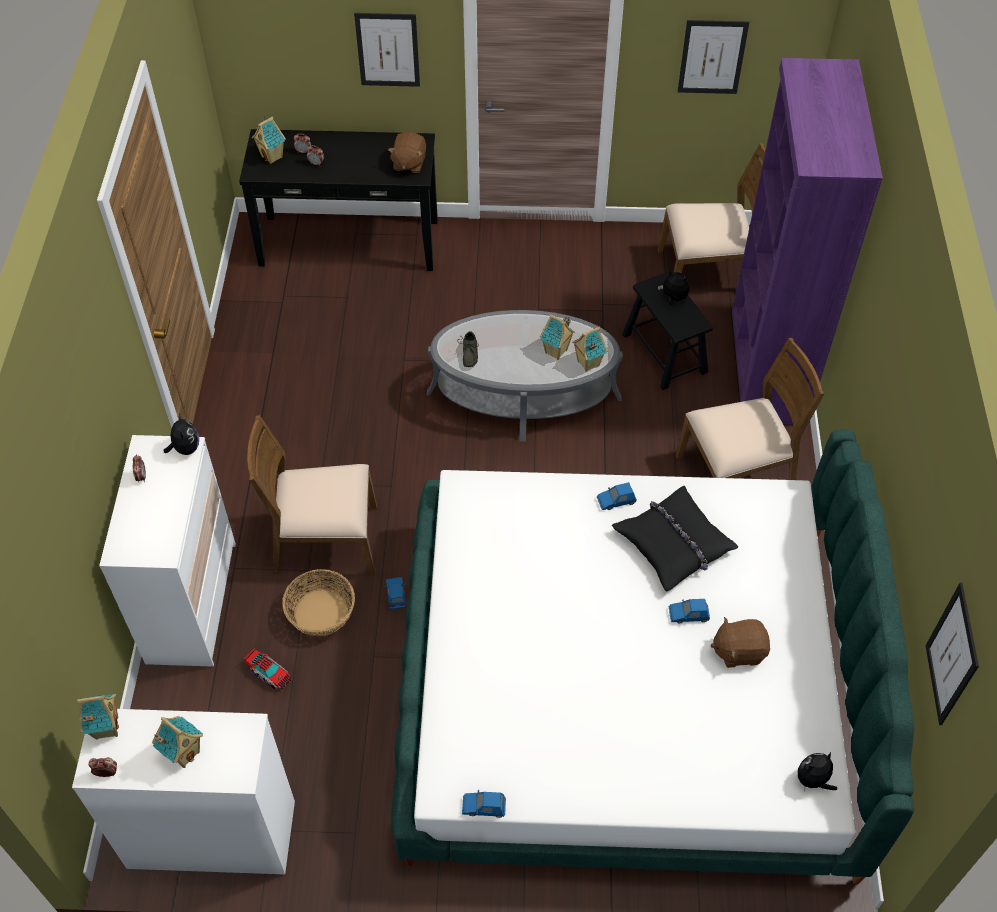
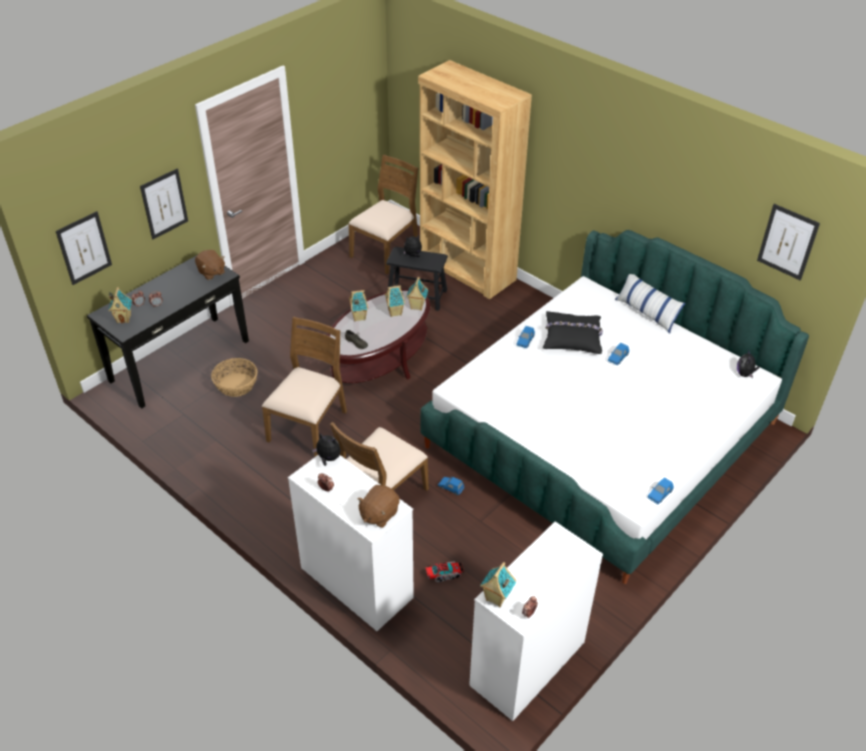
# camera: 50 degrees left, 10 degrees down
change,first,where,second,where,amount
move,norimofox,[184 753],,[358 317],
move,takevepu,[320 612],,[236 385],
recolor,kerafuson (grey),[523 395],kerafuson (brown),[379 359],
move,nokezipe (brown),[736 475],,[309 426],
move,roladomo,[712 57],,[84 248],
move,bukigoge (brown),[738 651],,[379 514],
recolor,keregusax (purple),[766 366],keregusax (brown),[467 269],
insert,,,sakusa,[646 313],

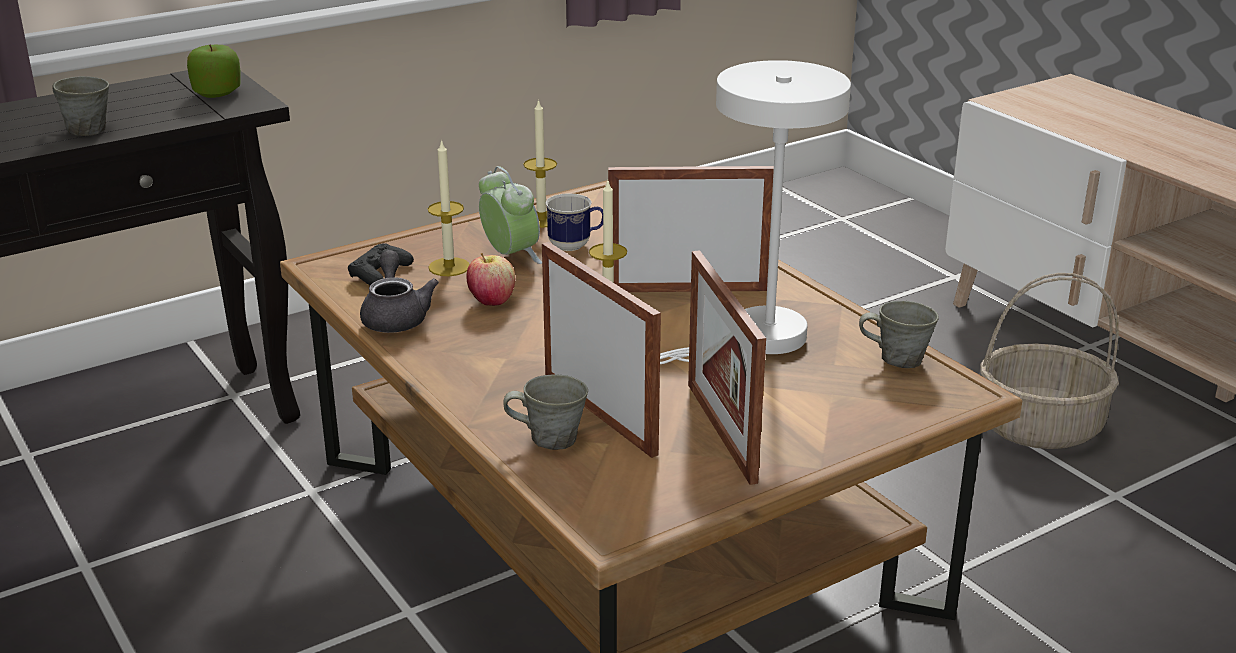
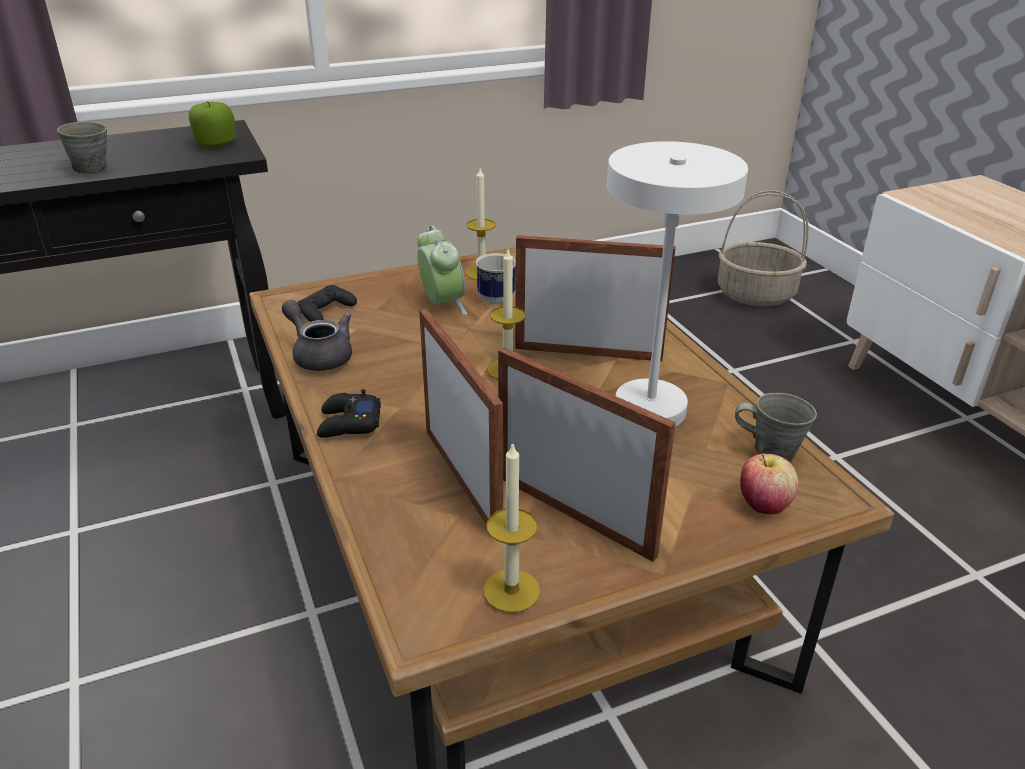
# camera: 10 degrees right, 5 degrees up
change,first,where,second,where,amount
rotate,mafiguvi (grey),[395 316],,[319 355],45 degrees counterclockwise
move,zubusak,[449 267],,[511 591],
move,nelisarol,[492 301],,[763 505],
delete,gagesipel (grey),[550 439],,,
rotate,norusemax,[721 431],,[573 515],135 degrees clockwise
move,takevepu,[1040 427],,[756 294],
insert,,,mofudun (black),[349 423],

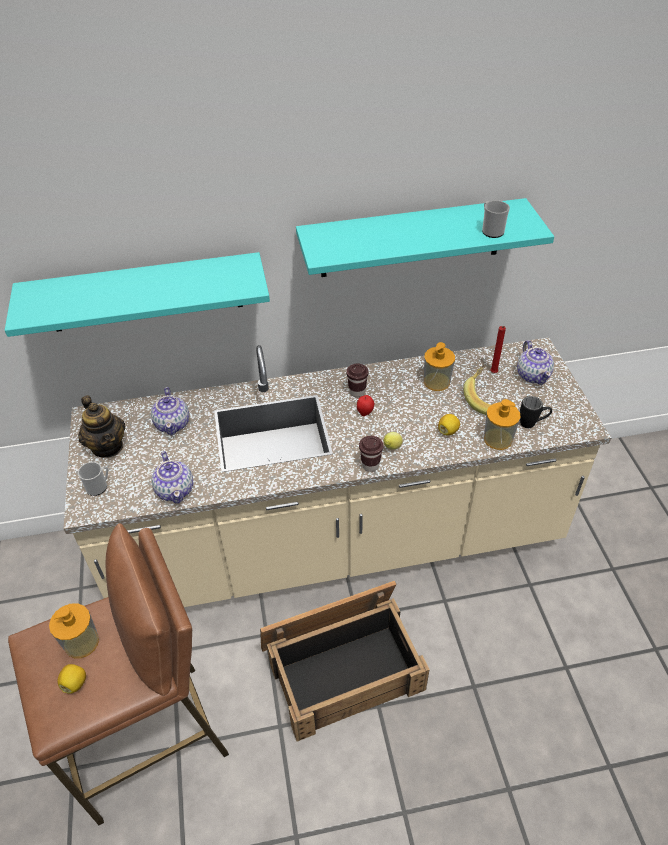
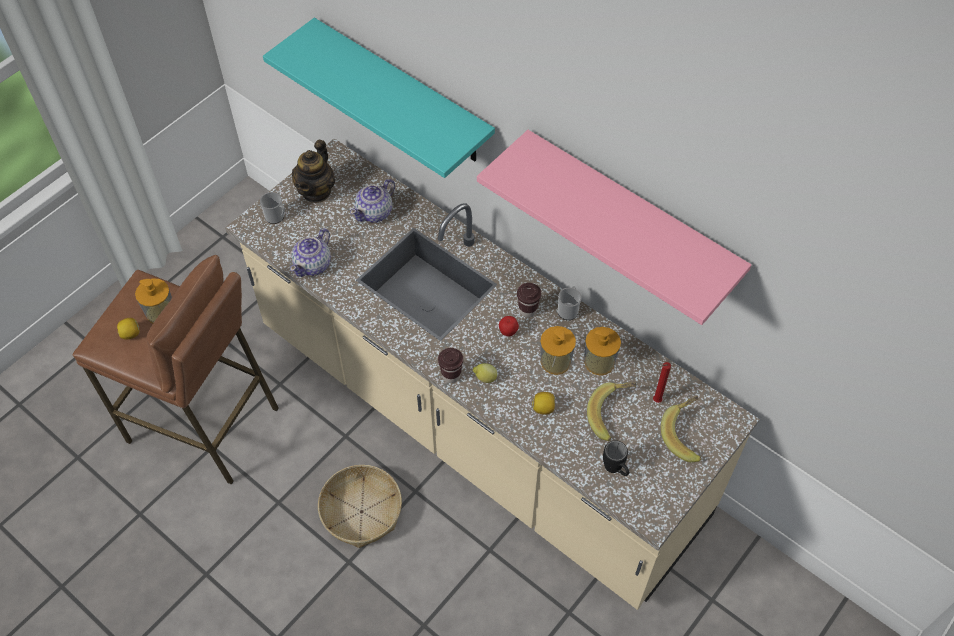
# camera: 50 degrees right, 10 degrees up
change,first,where,second,where,amount
replace,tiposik,[342 666],takevepu,[362 511],
recolor,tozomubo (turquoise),[411 238],tozomubo (pink),[630 216],
move,gagesipel,[491 230],,[568 309],
move,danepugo,[498 439],,[555 361],
replace,mafiguvi,[533 375],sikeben,[686 435],

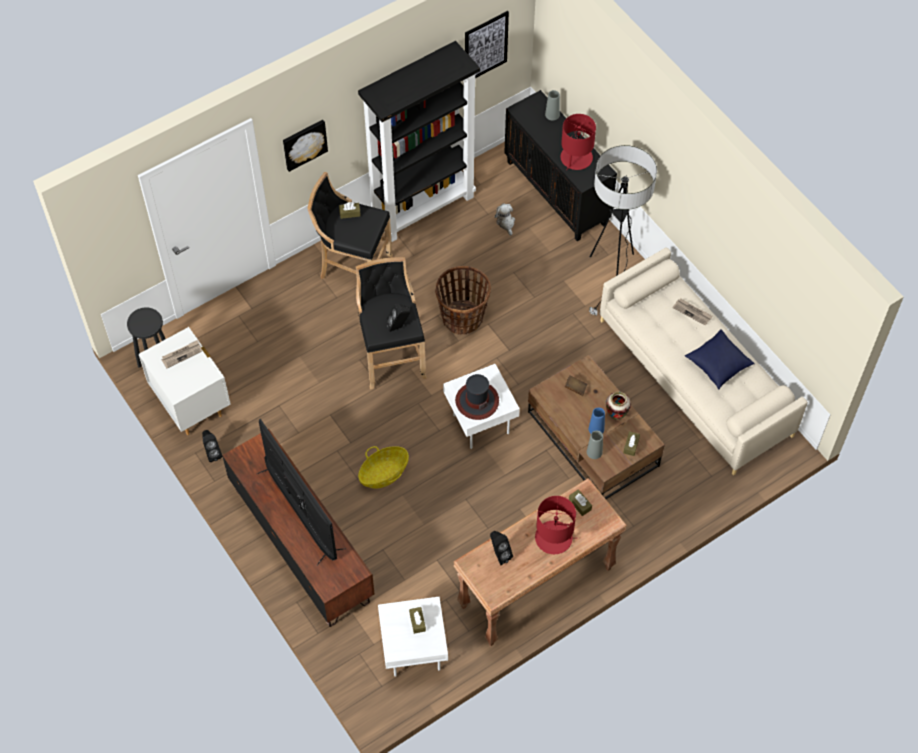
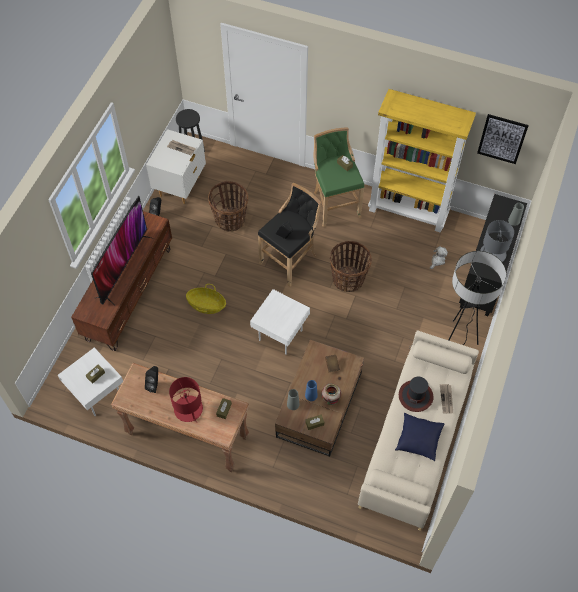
# camera: 55 degrees right, 0 degrees up
change,first,where,second,where,amount
delete,roladomo,[304 144],,,
recolor,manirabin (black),[353 268],manirabin (green),[334 204],
recolor,keregusax (black),[423 208],keregusax (yellow),[409 212],
move,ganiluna,[477 401],,[415 396],
recolor,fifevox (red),[576 158],fifevox (grey),[492 253],
insert,,,takevepu,[230 220],

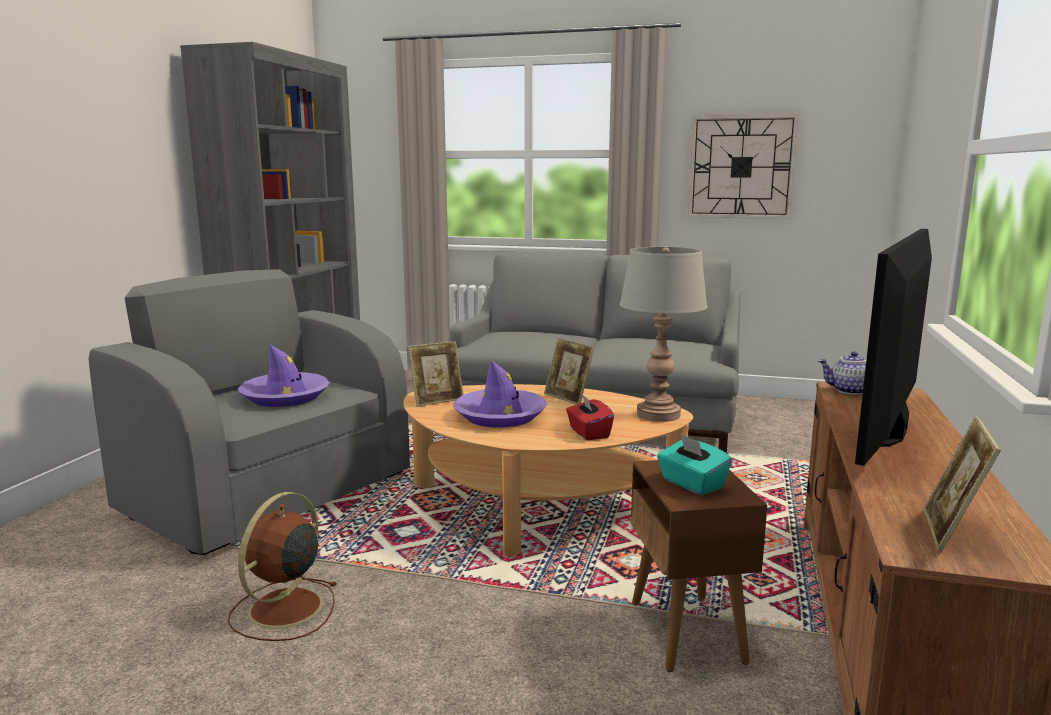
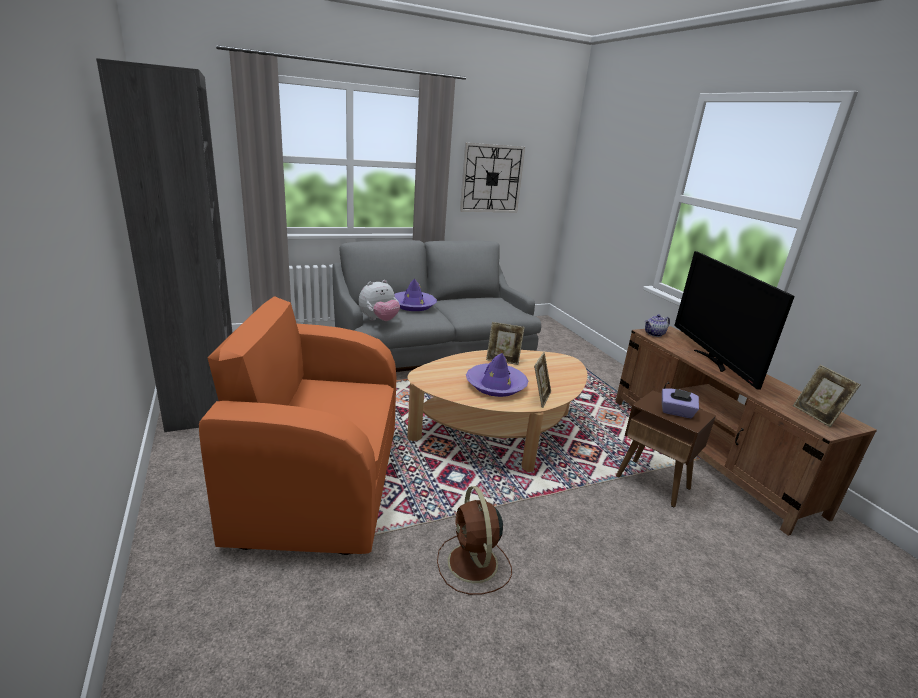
# camera: 40 degrees left, 10 degrees up
change,first,where,second,where,amount
recolor,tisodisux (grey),[270 493],tisodisux (orange),[318 481],
move,ganiluna (purple),[285 397],,[413 305],
move,norusemax,[437 401],,[540 397],
delete,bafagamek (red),[588 433],,,
delete,fifevox (grey),[658 414],,,
recolor,bafagamek (turquoise),[691 484],bafagamek (purple),[676 412],
insert,,,bukigoge,[379 320],

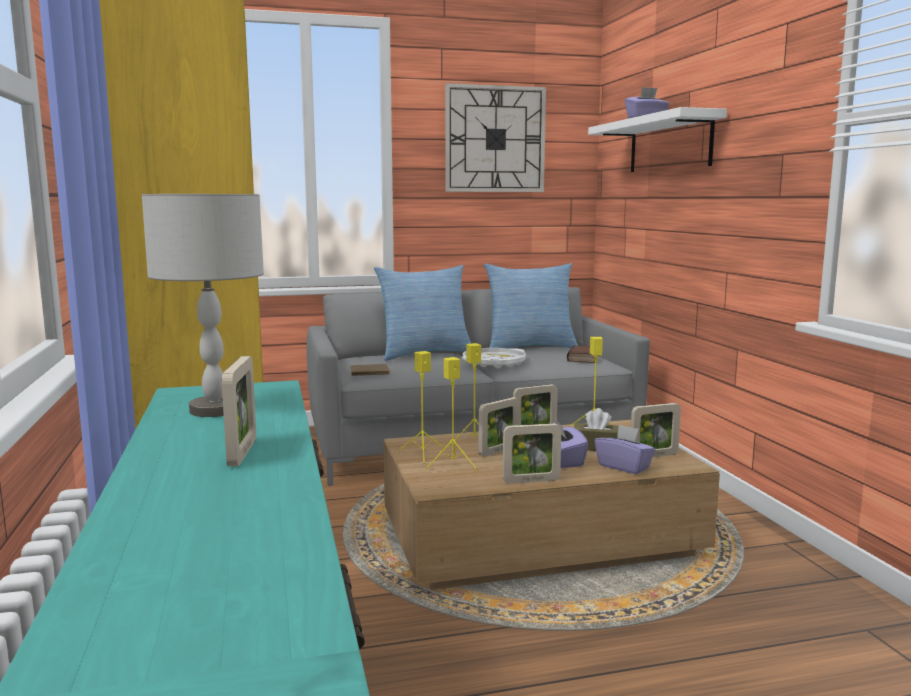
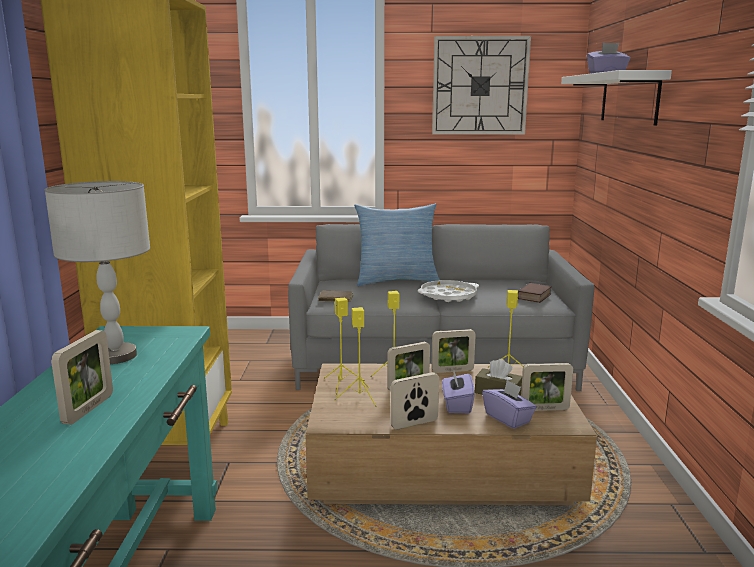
# camera: 15 degrees right, 5 degrees up
change,first,where,second,where,amount
delete,sakusa,[529 347],,,
rotate,norusemax,[531 480],,[414 423],150 degrees clockwise

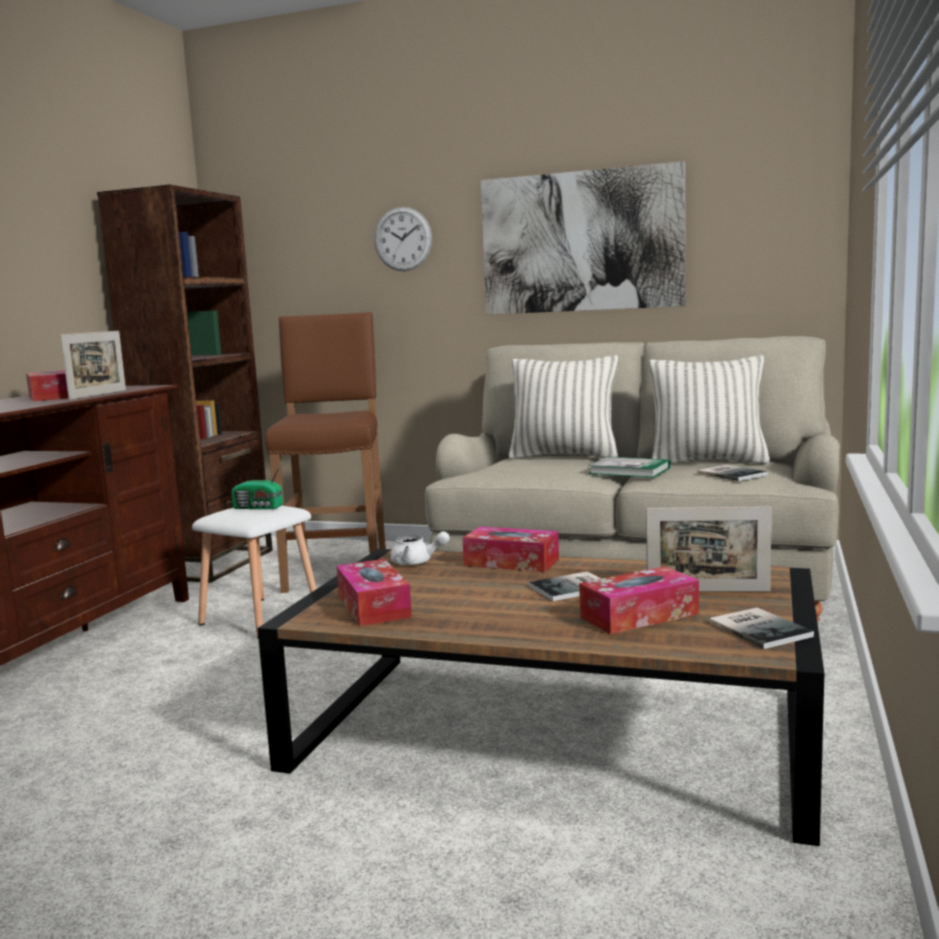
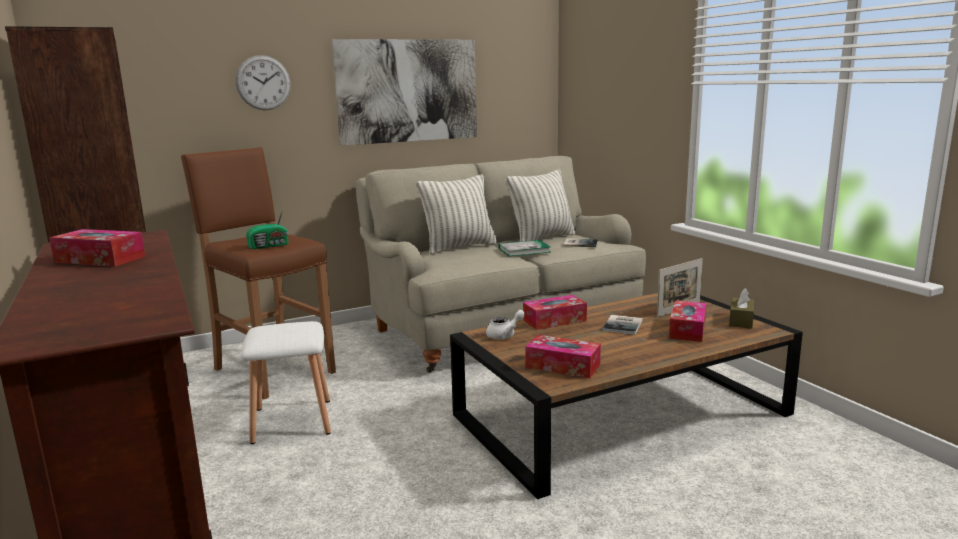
# camera: 45 degrees left, 5 degrees up
change,first,where,second,where,amount
delete,norusemax,[98 394],,,
move,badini,[259 507],,[270 246],
replace,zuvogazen,[760 628],bafagamek (brown),[740 320],

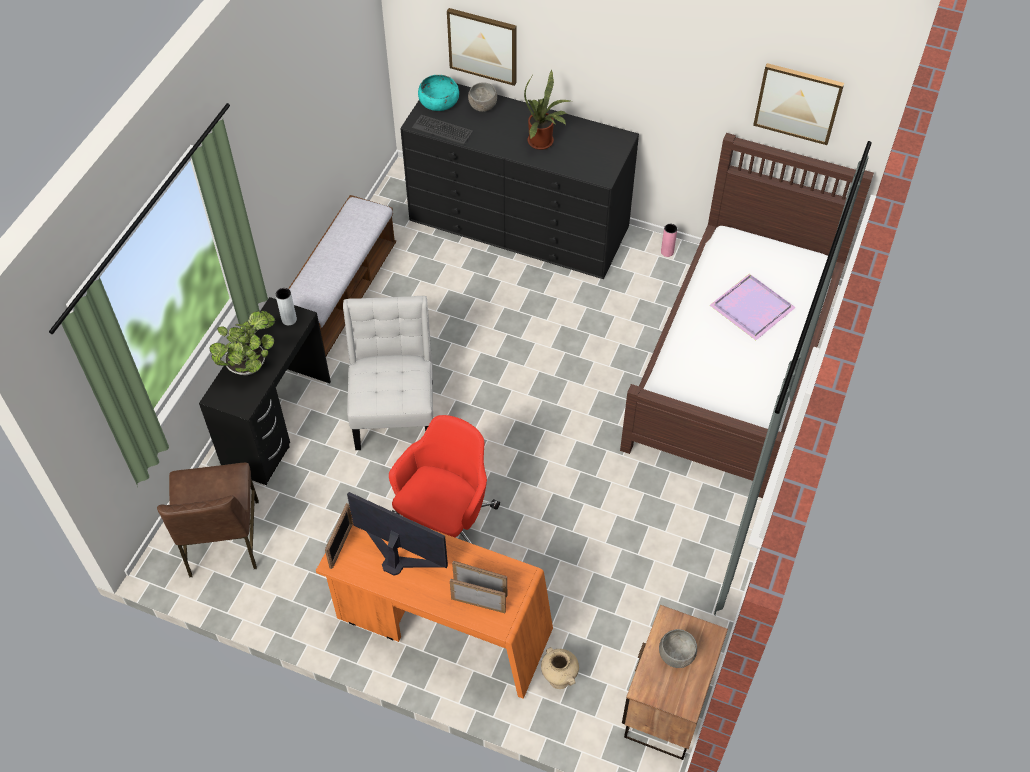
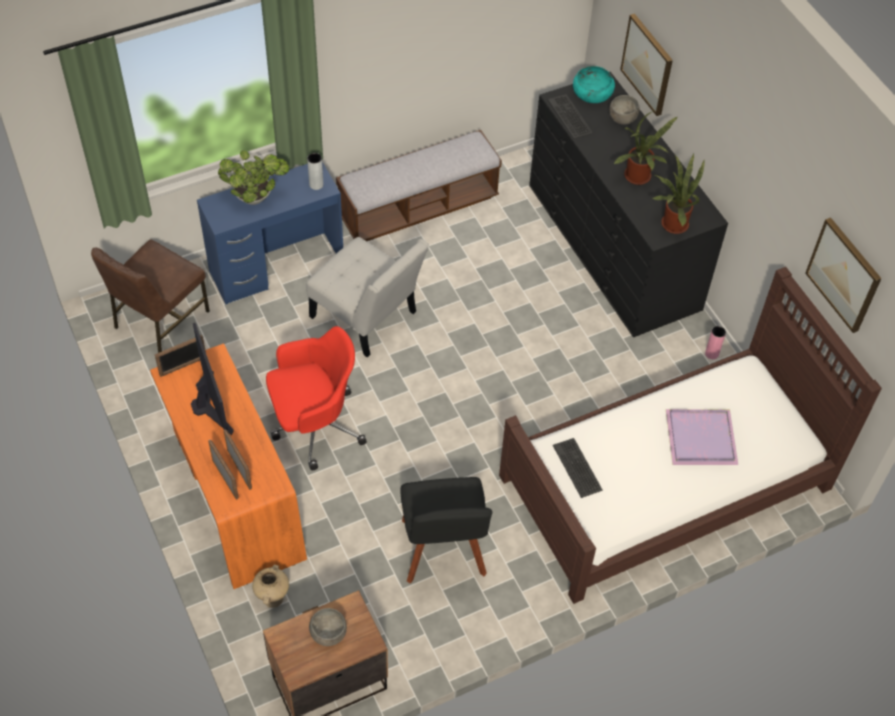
# camera: 40 degrees right, 0 degrees up
change,first,where,second,where,amount
recolor,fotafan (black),[277 424],fotafan (blue),[277 267],
rotate,nokezipe (white),[395 409],,[367 318],90 degrees clockwise
insert,,,nokezipe (black),[443 552],
insert,,,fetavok,[577 467],
insert,,,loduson,[671 223],

